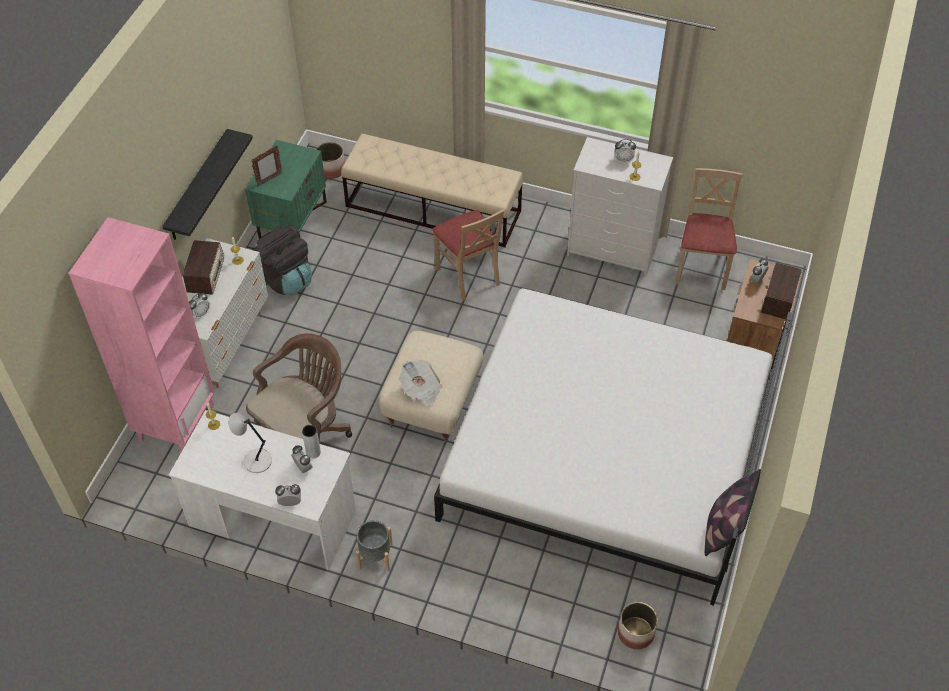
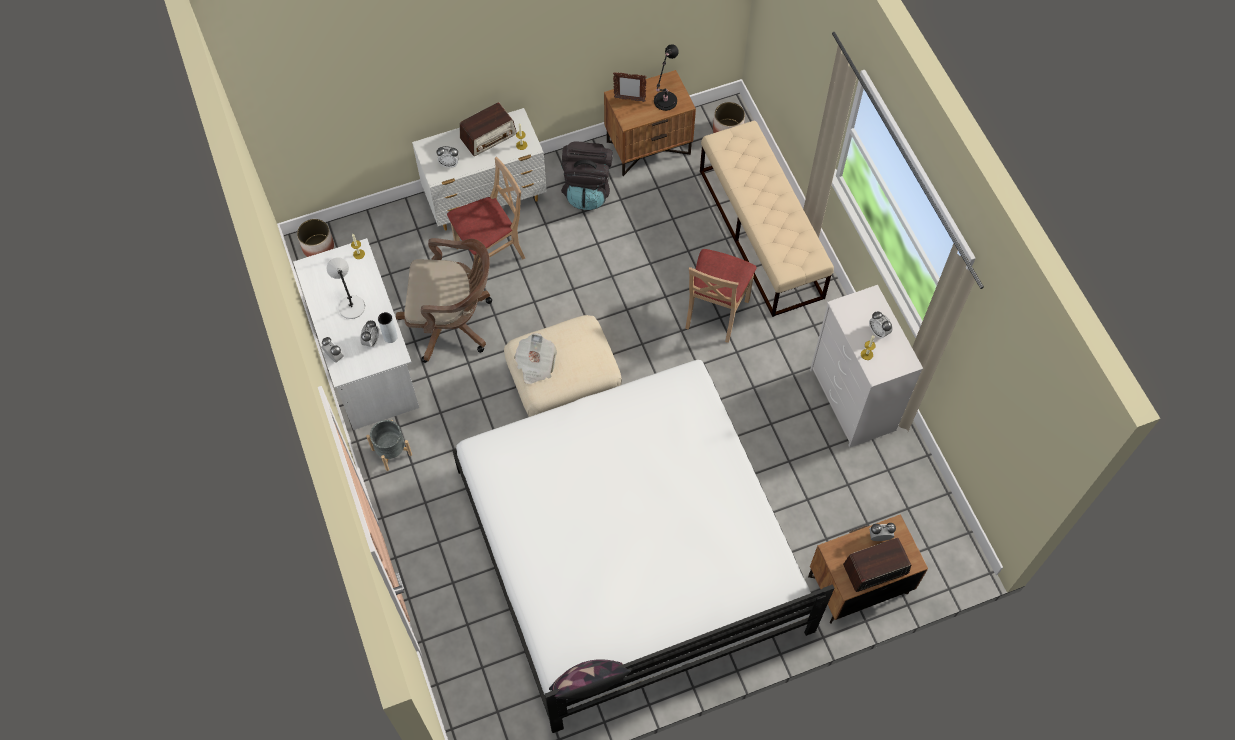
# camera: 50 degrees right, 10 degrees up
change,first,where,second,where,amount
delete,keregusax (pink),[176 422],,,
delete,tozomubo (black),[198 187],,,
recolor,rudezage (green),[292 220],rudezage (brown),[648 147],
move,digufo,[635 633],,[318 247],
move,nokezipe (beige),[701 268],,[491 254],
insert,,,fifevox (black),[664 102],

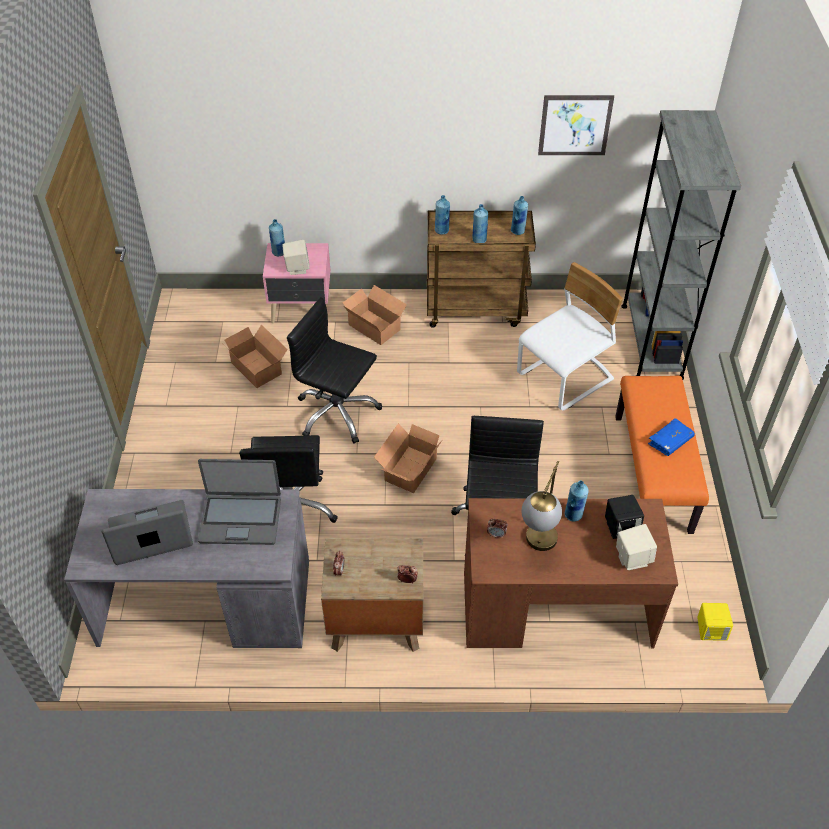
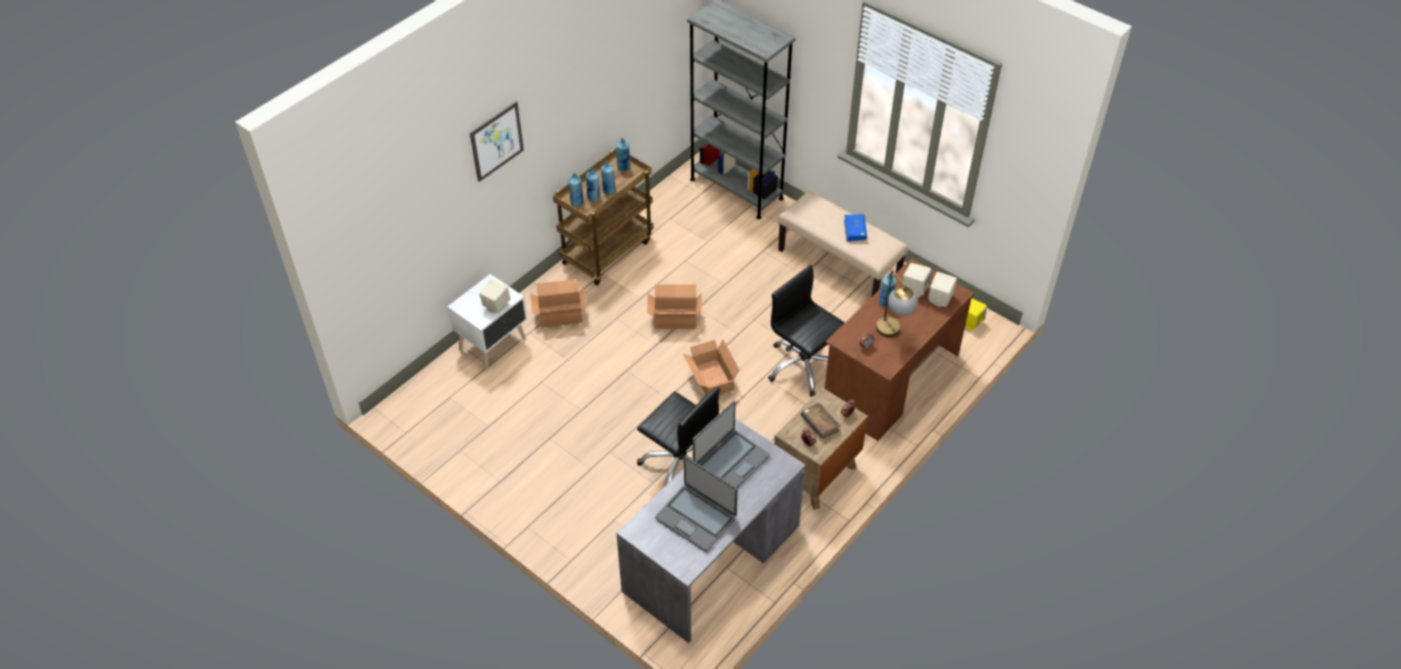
# camera: 50 degrees left, 0 degrees up
change,first,where,second,where,amount
rotate,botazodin,[151 535],,[696 518],75 degrees counterclockwise
move,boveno,[257 366],,[674 317],
recolor,rudezage (pink),[302 310],rudezage (white),[494 344],
move,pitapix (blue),[279 252],,[593 198],
delete,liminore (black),[337 413],,,
delete,nokezipe (white),[565 378],,,
move,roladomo,[575 125],,[496 141],
recolor,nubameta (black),[620 528],nubameta (beige),[914 289],
recolor,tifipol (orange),[653 473],tifipol (beige),[839 265],
insert,,,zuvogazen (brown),[820 424],

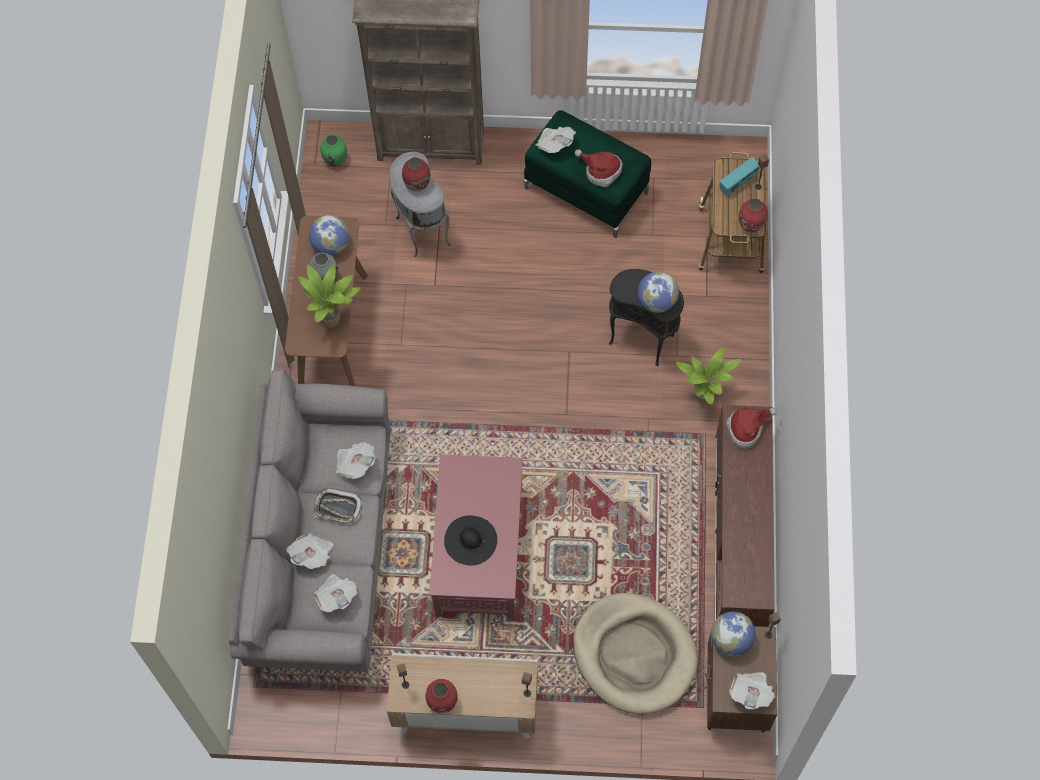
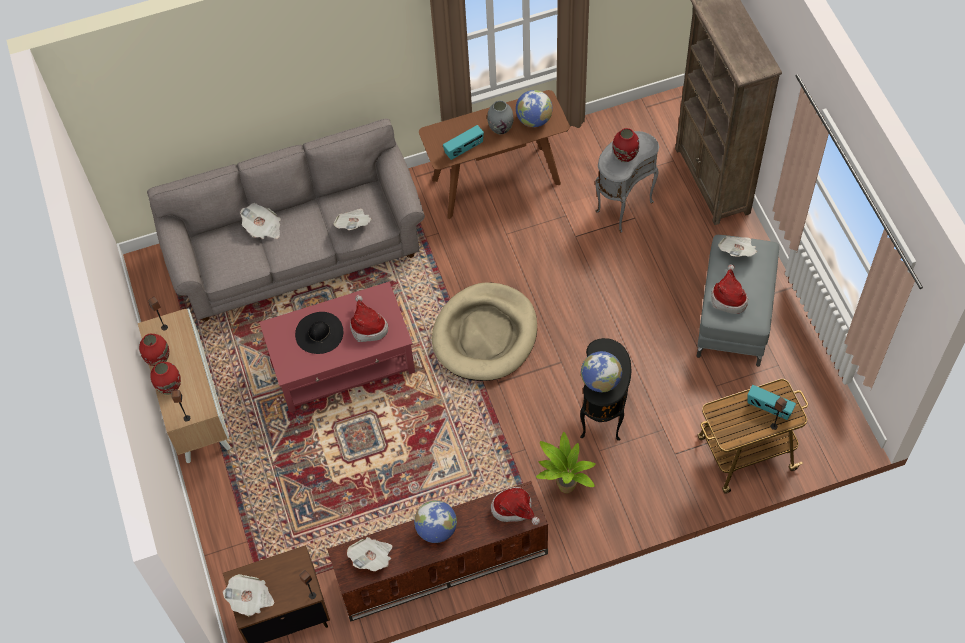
# camera: 70 degrees right, 5 degrees down
change,first,where,second,where,amount
replace,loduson,[333 320],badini,[464 149],
delete,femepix,[337 507],,,
move,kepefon,[336 596],,[372 558],
delete,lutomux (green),[335 160],,,
recolor,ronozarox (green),[587 190],ronozarox (grey),[734 316],
move,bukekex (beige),[634 655],,[485 335],
move,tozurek,[731 640],,[436 529],
move,lutomux (red),[751 225],,[169 387],
insert,,,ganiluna,[368 326],

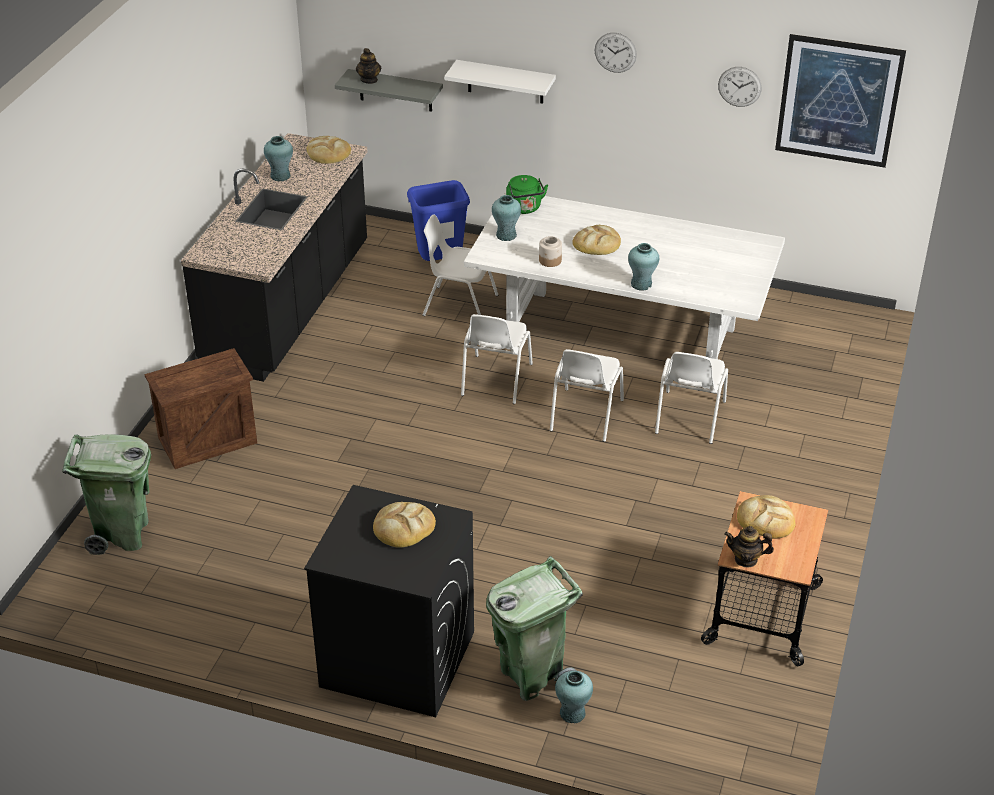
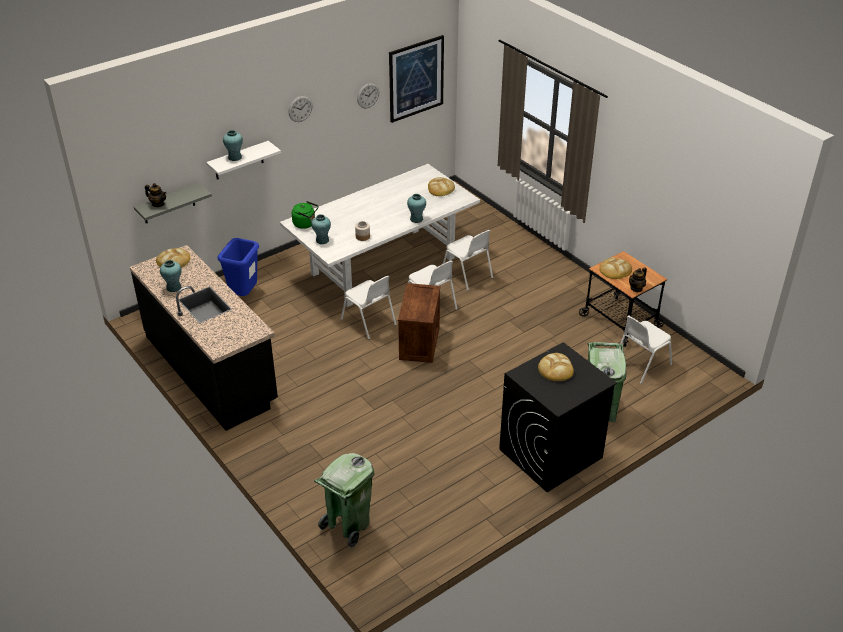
# camera: 55 degrees left, 0 degrees up
change,first,where,second,where,amount
move,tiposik,[207 441],,[420 343],
move,nokezipe (white),[459 305],,[640 364],
move,lutomux (turquoise),[572 713],,[234 157],
move,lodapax,[597 243],,[440 188],

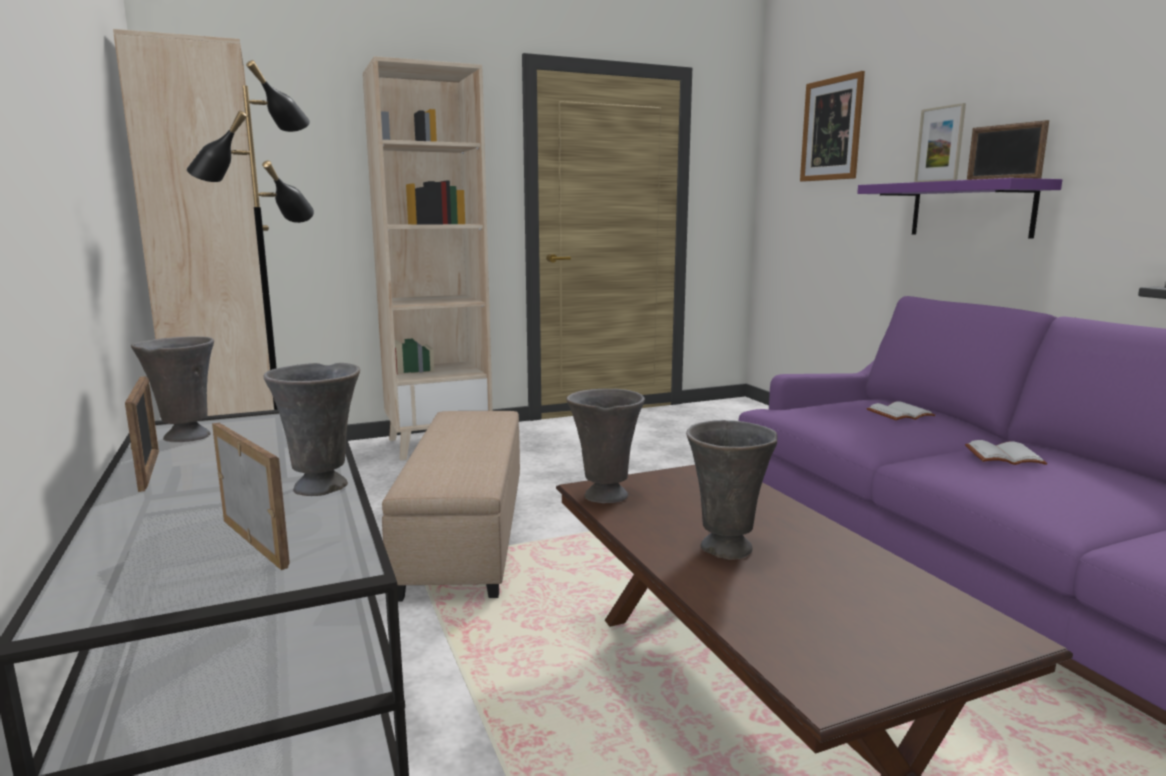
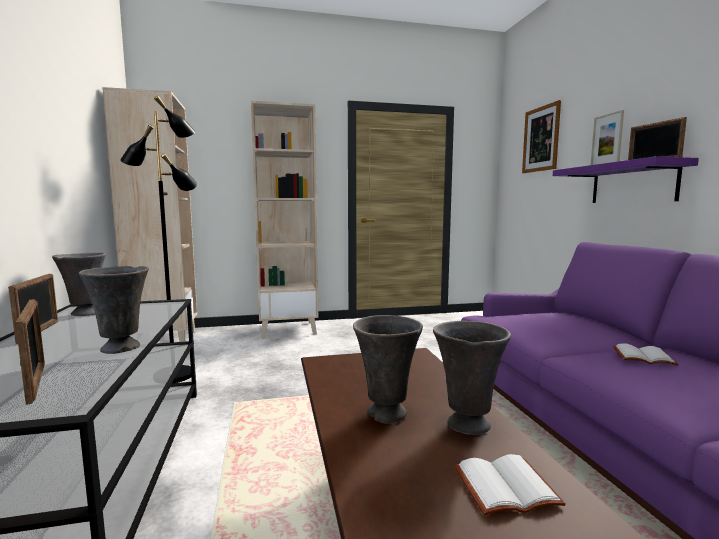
# camera: 10 degrees right, 5 degrees down
change,first,where,second,where,amount
delete,ronozarox (beige),[463 535],,,
move,lutomux (grey),[604 496],,[466 425],
move,zuvogazen (white),[900 414],,[505 489],

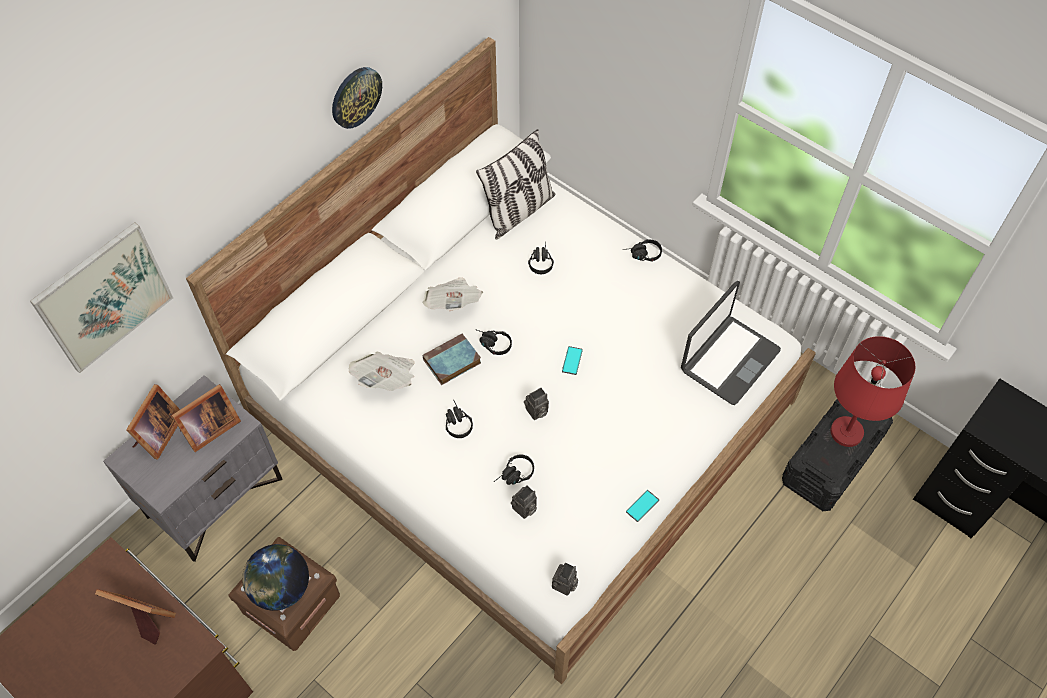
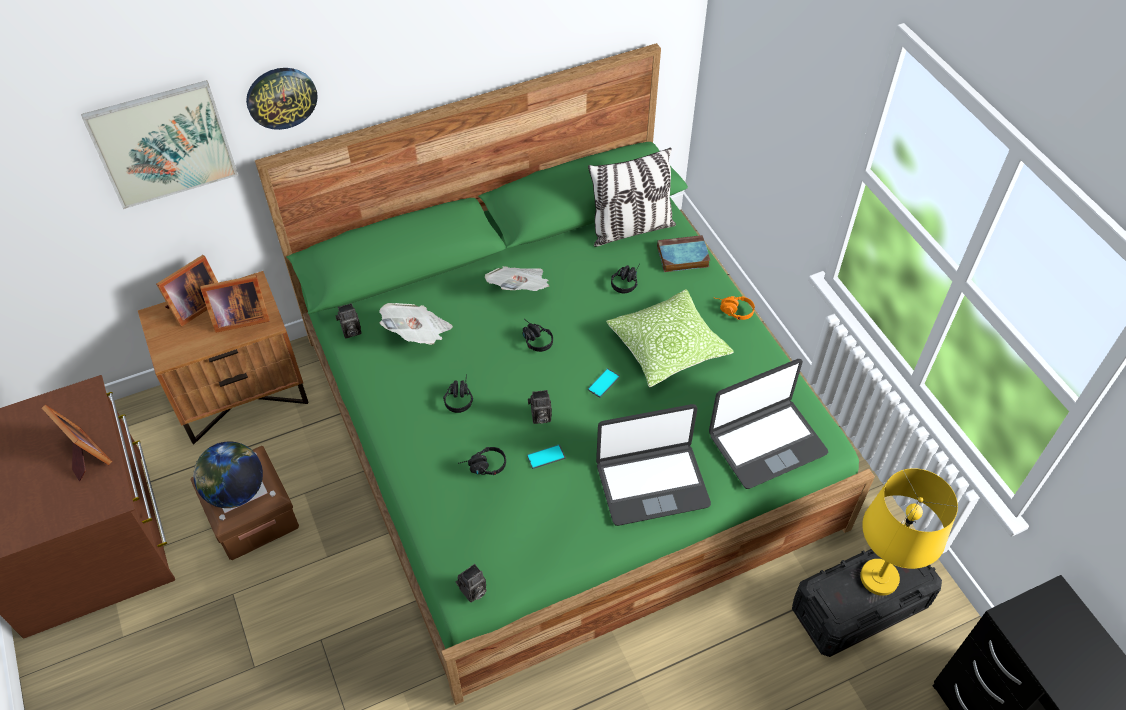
# camera: 25 degrees right, 5 degrees down
change,first,where,second,where,amount
recolor,rudezage (grey),[214 496],rudezage (brown),[242 395],
recolor,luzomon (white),[522 408],luzomon (green),[562 427],
move,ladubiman,[355 97],,[281 97],
move,zuvogazen,[451 362],,[682 257],
move,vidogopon,[524 509],,[350 331],
recolor,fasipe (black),[642 255],fasipe (orange),[732 311],
move,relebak,[642 506],,[546 457],
recolor,fifevox (red),[846 432],fifevox (yellow),[879 577],
insert,,,botazodin,[652 483],
insert,,,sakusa,[667 347],

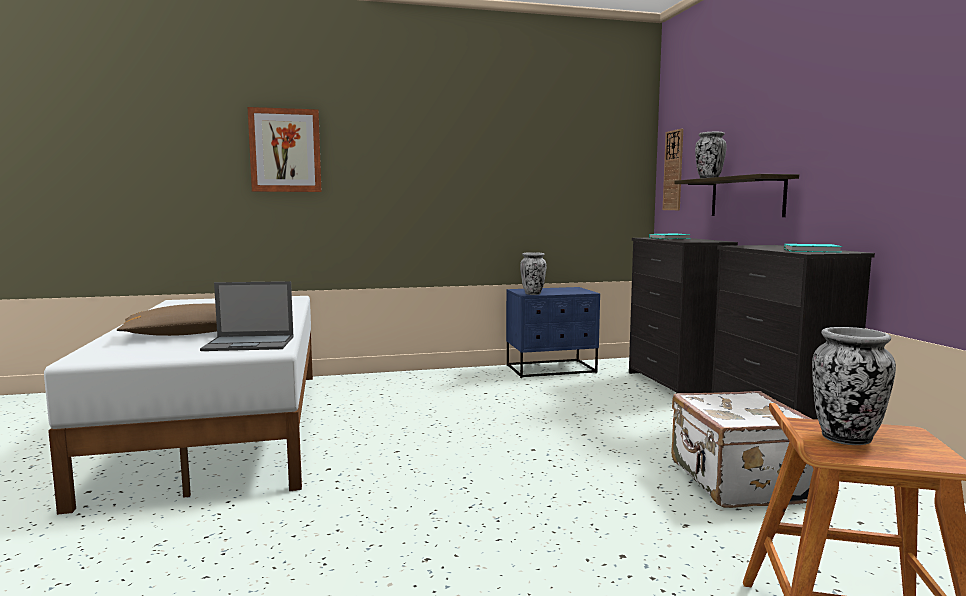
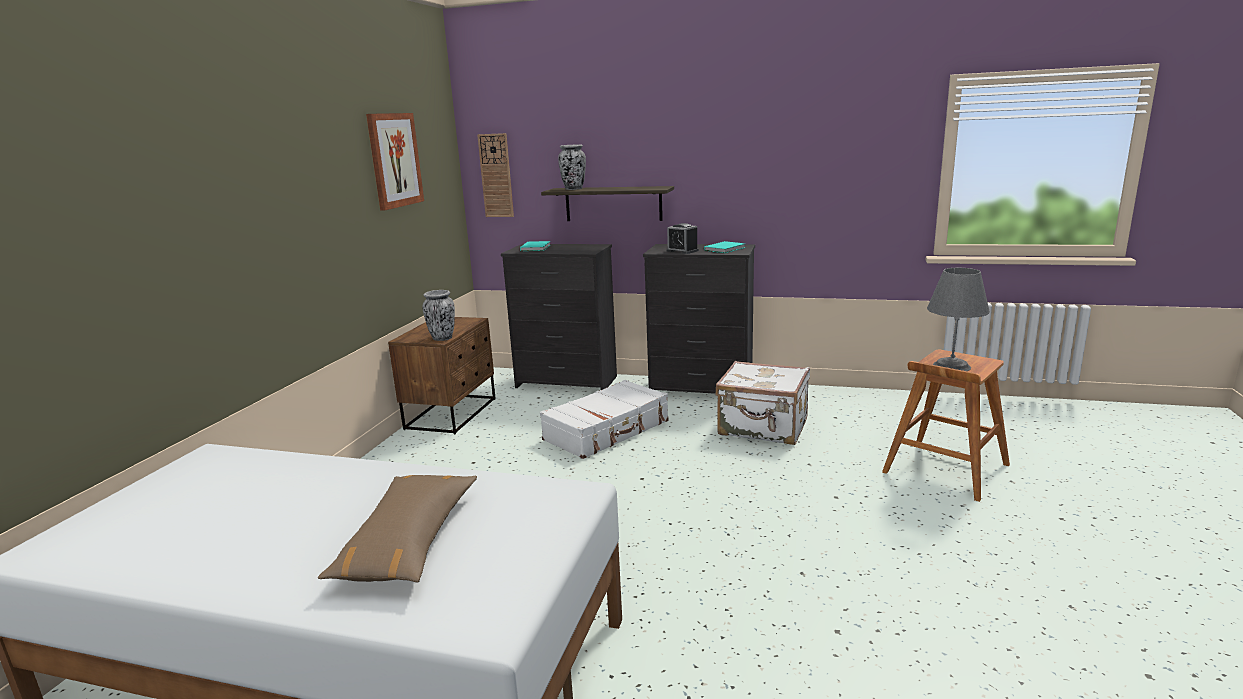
# camera: 60 degrees left, 10 degrees up
change,first,where,second,where,amount
delete,botazodin,[250 343],,,
move,roladomo,[285 150],,[394 160],
recolor,rudezage (blue),[551 369],rudezage (brown),[452 413],
replace,lutomux,[846 439],fifevox (grey),[952 366],
insert,,,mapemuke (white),[607 431],
insert,,,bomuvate,[682 251],

